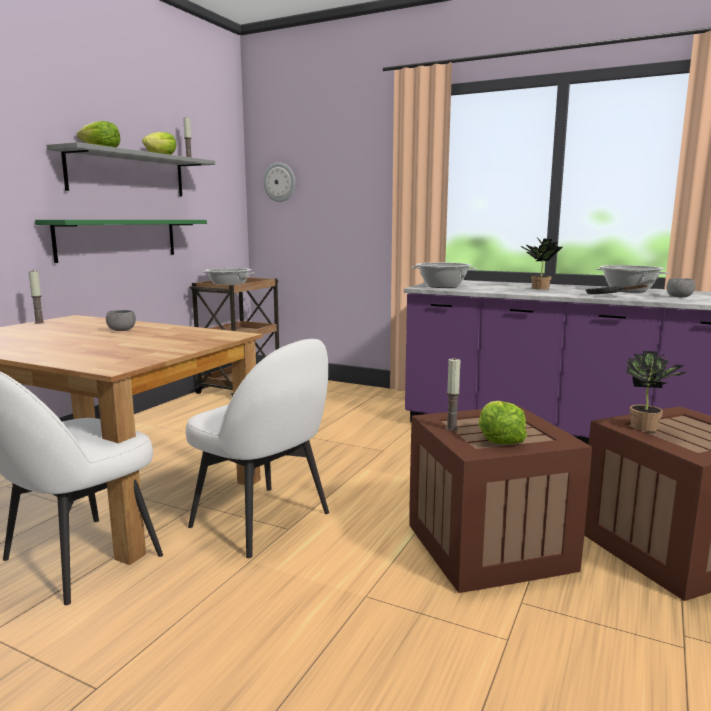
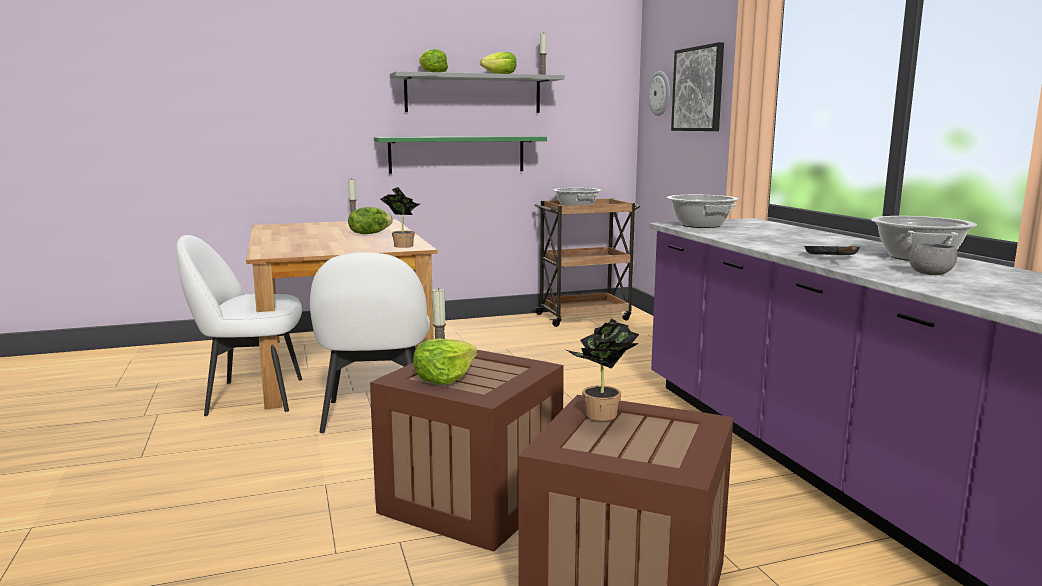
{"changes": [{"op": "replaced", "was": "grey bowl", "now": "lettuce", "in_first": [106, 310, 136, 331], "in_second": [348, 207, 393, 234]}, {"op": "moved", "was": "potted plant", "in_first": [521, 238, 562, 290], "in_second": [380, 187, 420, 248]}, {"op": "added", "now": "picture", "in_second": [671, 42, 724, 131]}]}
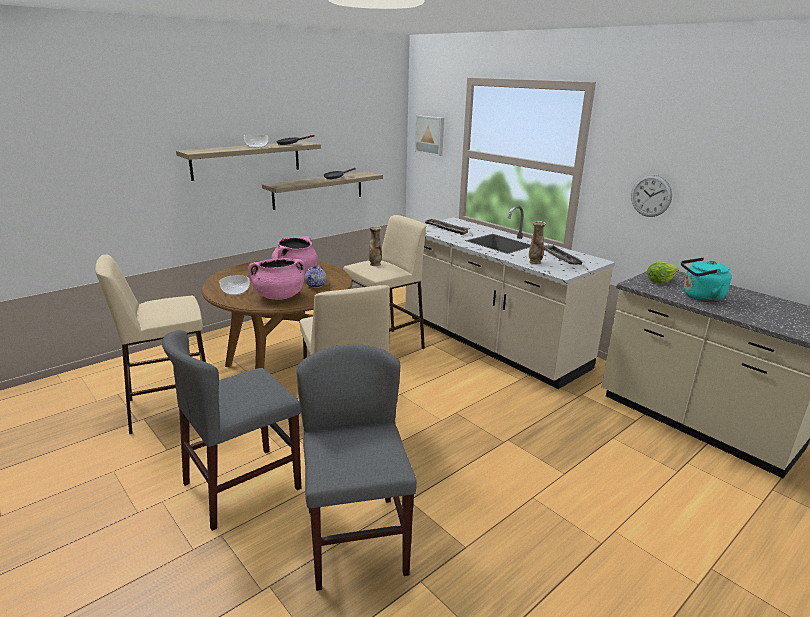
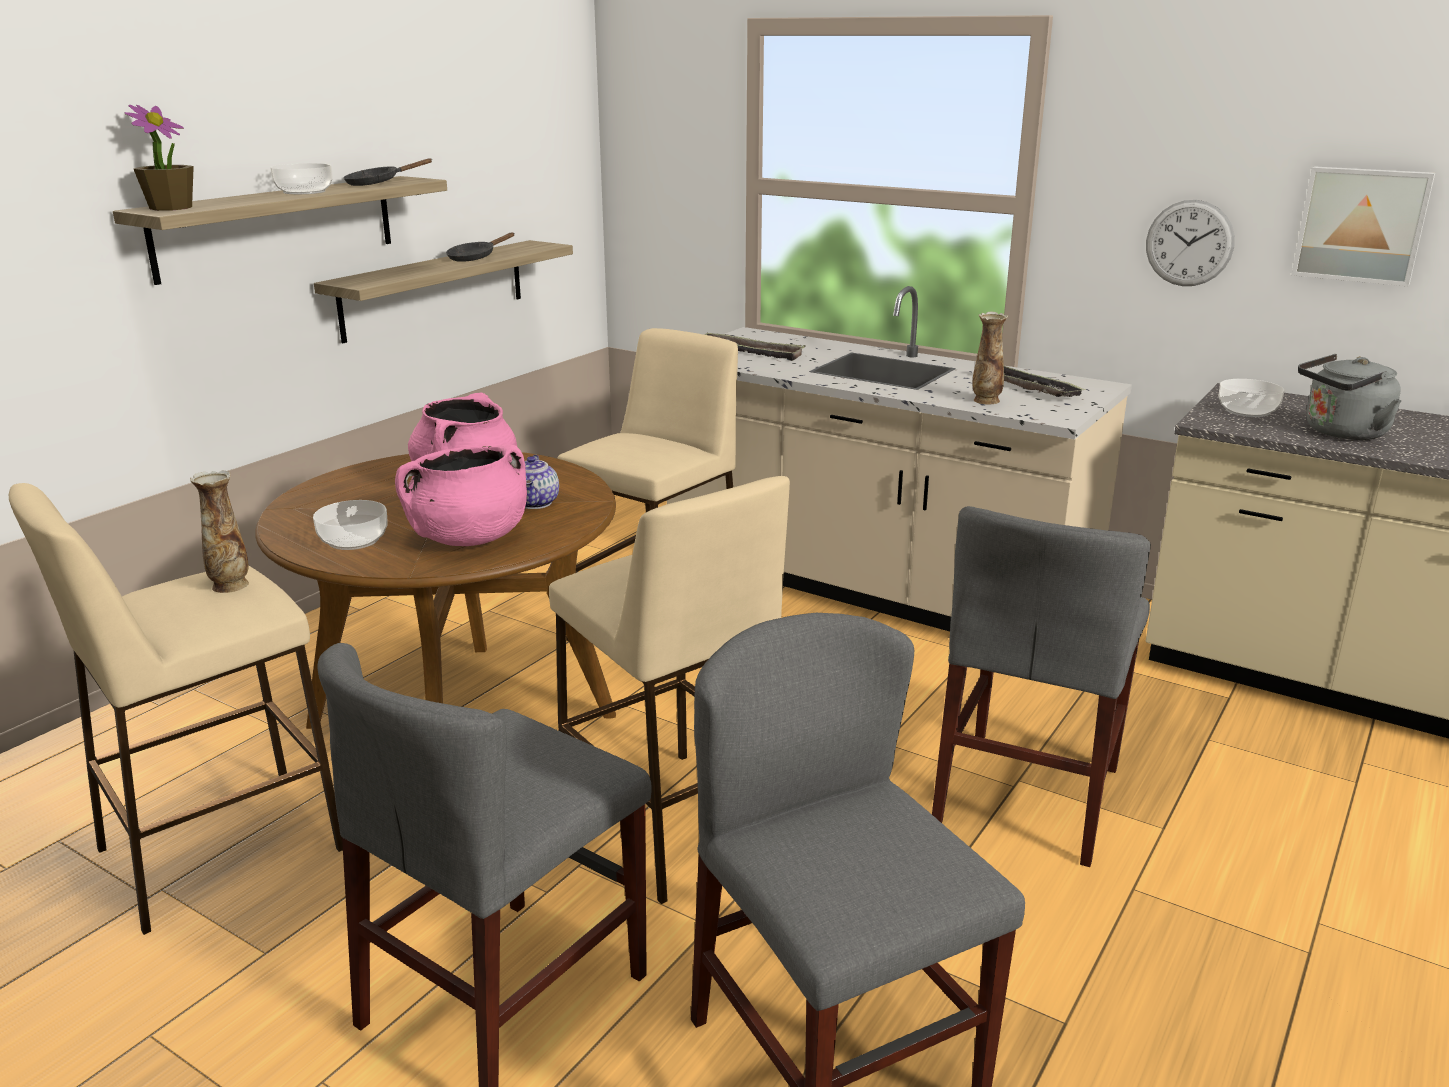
{"changes": [{"op": "moved", "was": "vase", "in_first": [369, 226, 382, 266], "in_second": [190, 471, 249, 593]}, {"op": "moved", "was": "picture", "in_first": [415, 115, 444, 156], "in_second": [1292, 166, 1435, 286]}, {"op": "replaced", "was": "lettuce", "now": "bowl", "in_first": [647, 262, 679, 284], "in_second": [1218, 379, 1284, 417]}, {"op": "recoloured", "was": "turquoise kettle", "now": "grey kettle", "in_first": [681, 257, 731, 302], "in_second": [1298, 354, 1402, 440]}, {"op": "added", "now": "potted plant", "in_second": [125, 105, 194, 211]}, {"op": "added", "now": "grey chair", "in_second": [932, 506, 1151, 867]}]}
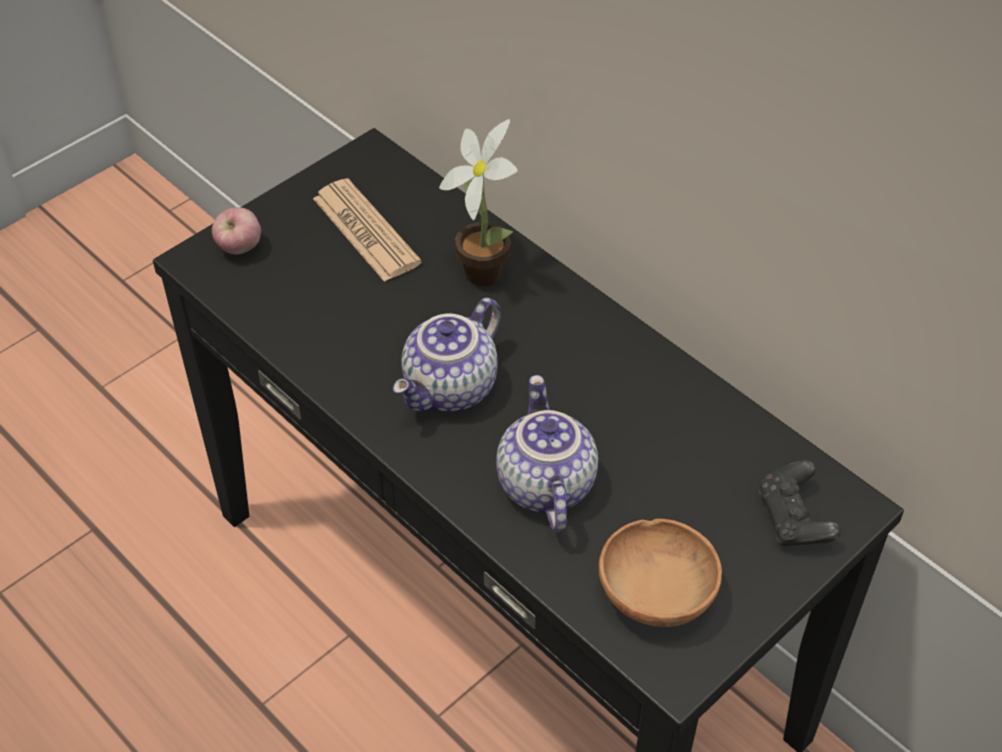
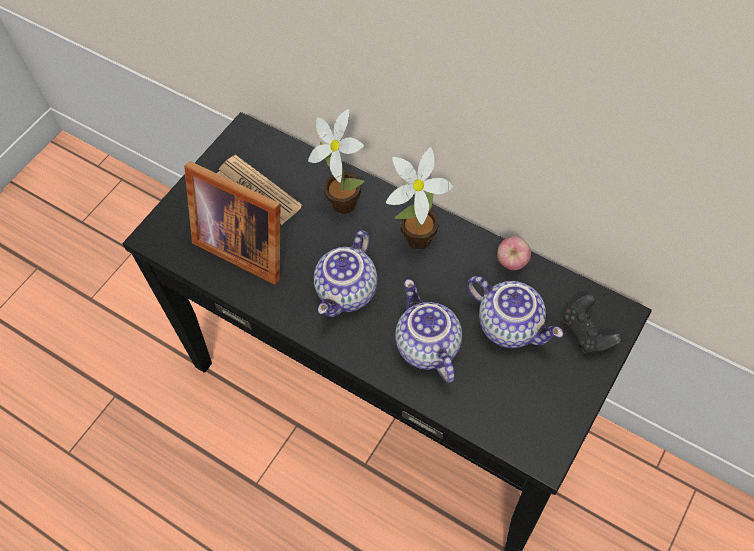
{"changes": [{"op": "moved", "was": "apple", "in_first": [212, 207, 261, 254], "in_second": [497, 236, 531, 270]}, {"op": "removed", "was": "brown bowl", "in_first": [599, 519, 722, 627]}, {"op": "added", "now": "picture frame", "in_second": [184, 161, 280, 285]}, {"op": "added", "now": "potted plant", "in_second": [386, 147, 453, 250]}, {"op": "added", "now": "teapot", "in_second": [467, 276, 563, 348]}]}
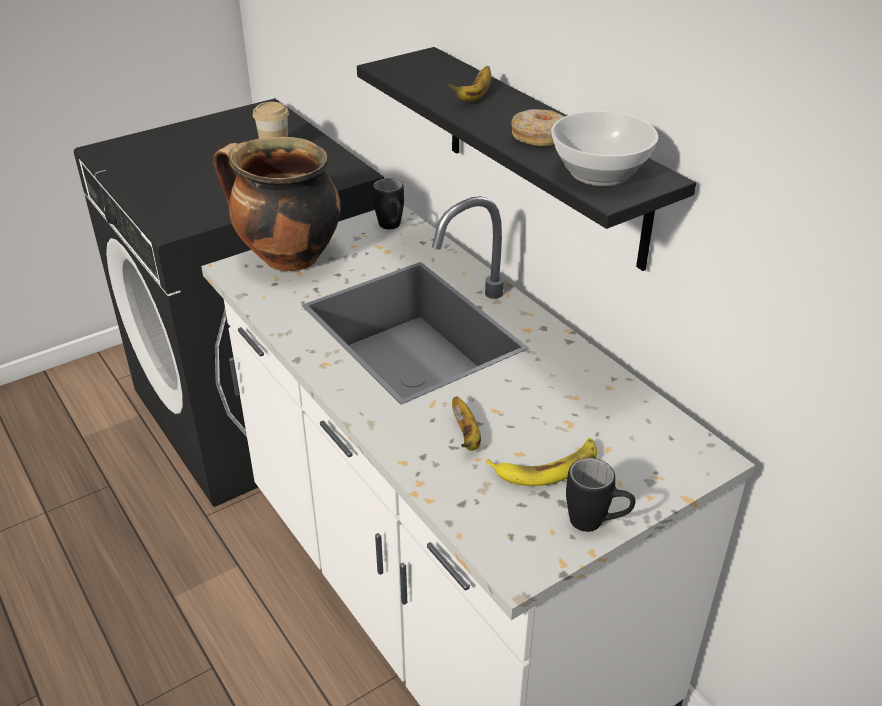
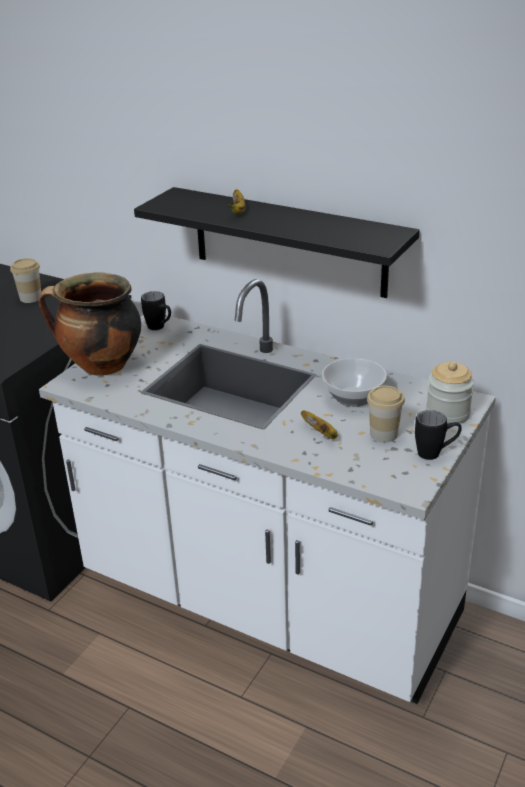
{"changes": [{"op": "replaced", "was": "banana", "now": "cup", "in_first": [486, 438, 597, 486], "in_second": [367, 386, 405, 442]}, {"op": "removed", "was": "donut", "in_first": [511, 109, 565, 146]}, {"op": "moved", "was": "bowl", "in_first": [551, 111, 659, 186], "in_second": [322, 358, 387, 407]}, {"op": "added", "now": "jar", "in_second": [426, 362, 474, 424]}]}
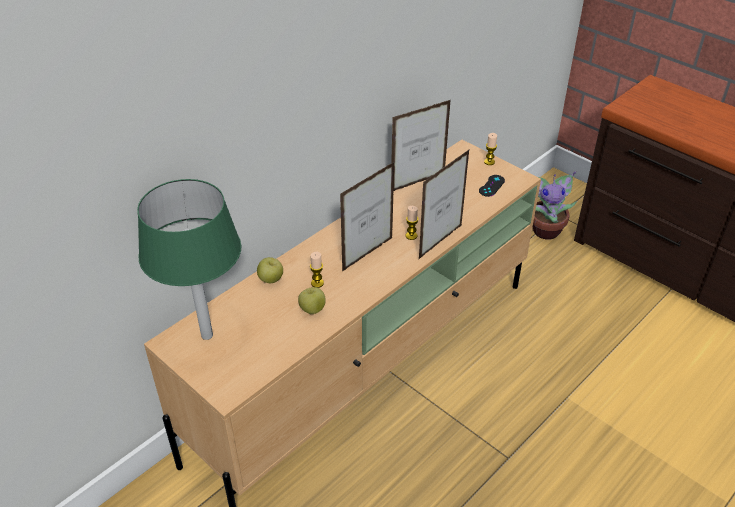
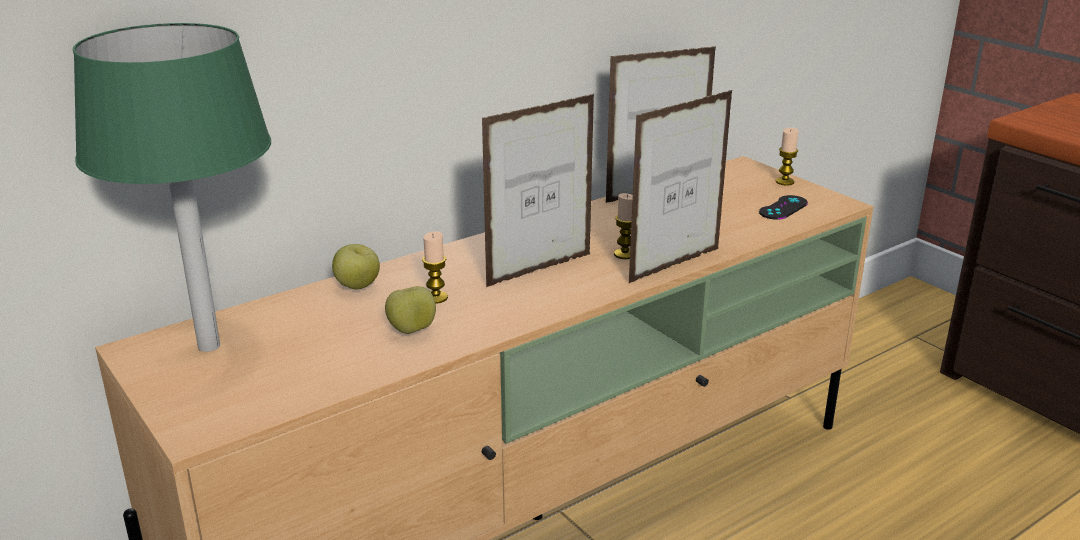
{"changes": [{"op": "removed", "was": "potted plant", "in_first": [533, 171, 577, 240]}]}
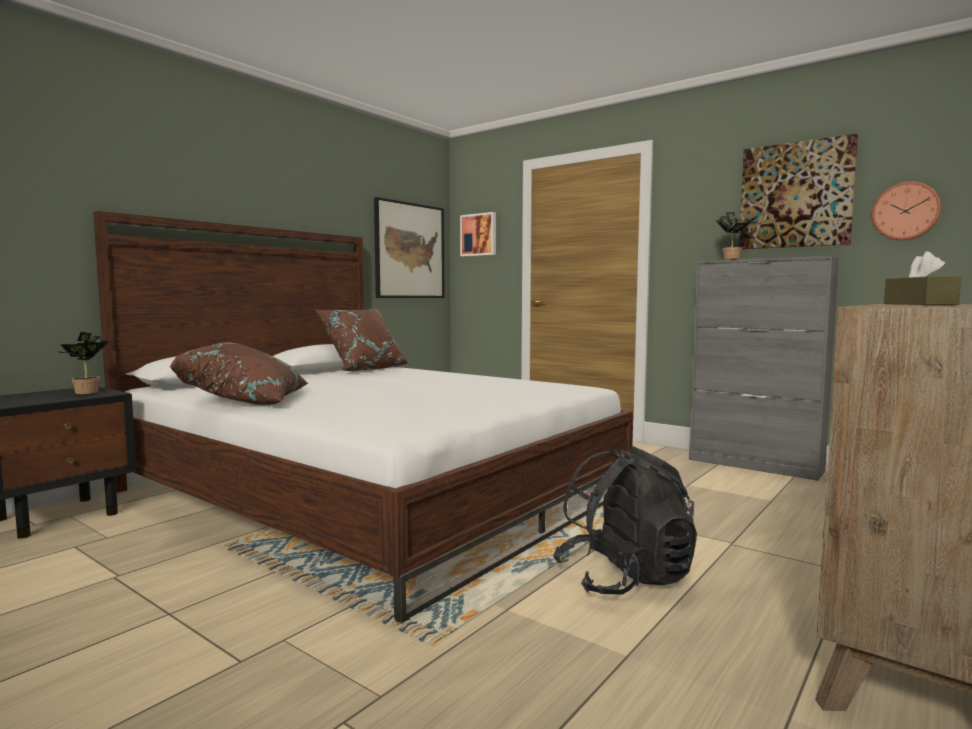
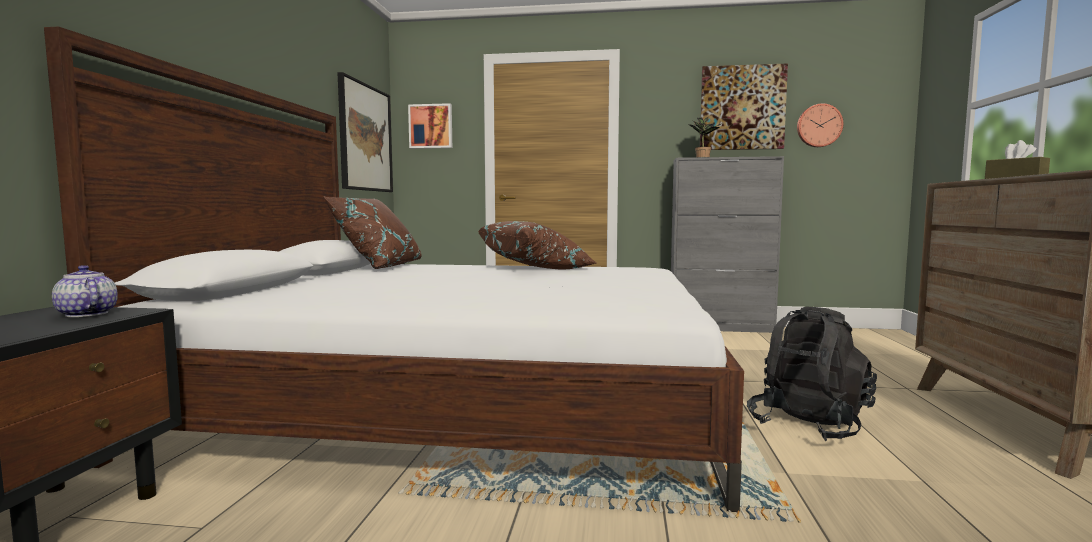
{"changes": [{"op": "replaced", "was": "potted plant", "now": "teapot", "in_first": [57, 332, 110, 394], "in_second": [52, 265, 118, 317]}, {"op": "moved", "was": "brown pillow", "in_first": [170, 342, 309, 405], "in_second": [478, 221, 596, 269]}]}
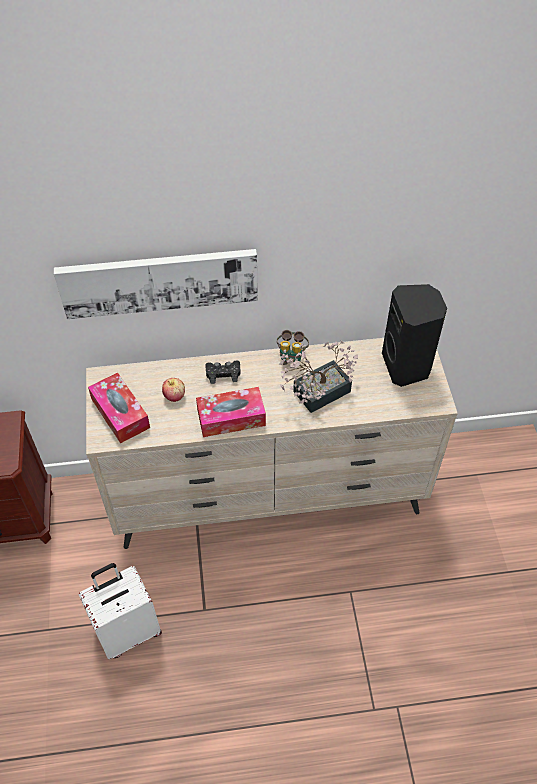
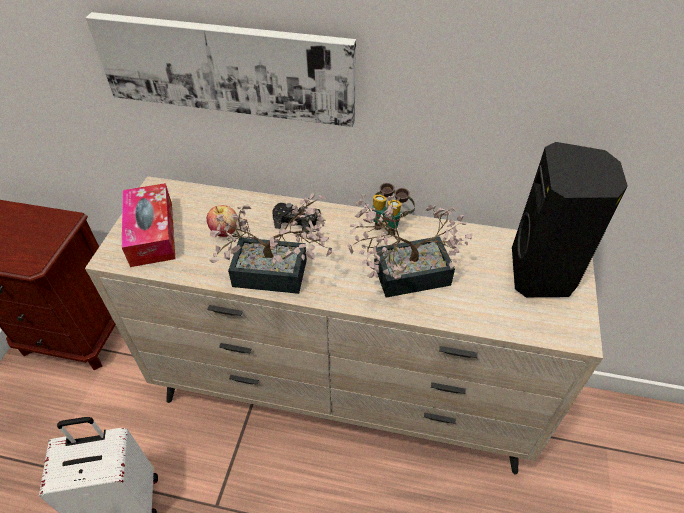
{"changes": [{"op": "replaced", "was": "tissue box", "now": "potted plant", "in_first": [196, 387, 266, 437], "in_second": [209, 192, 332, 294]}]}
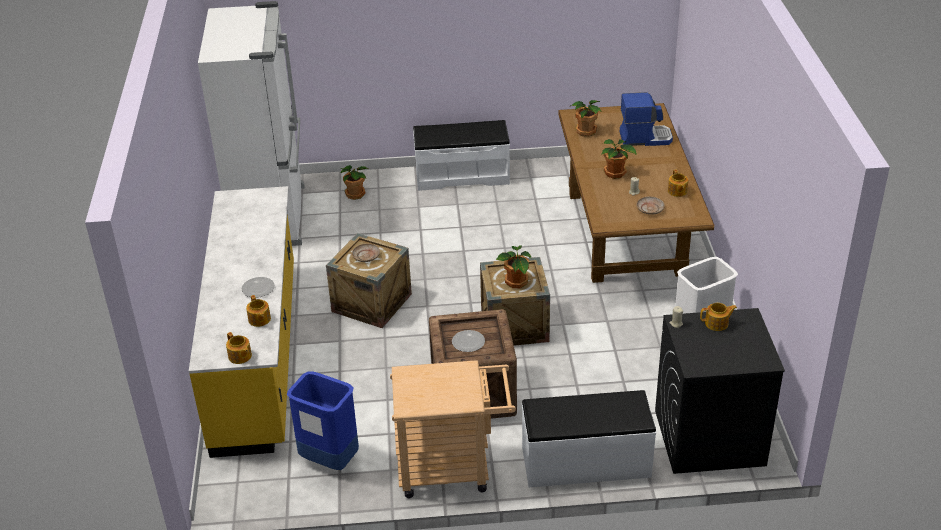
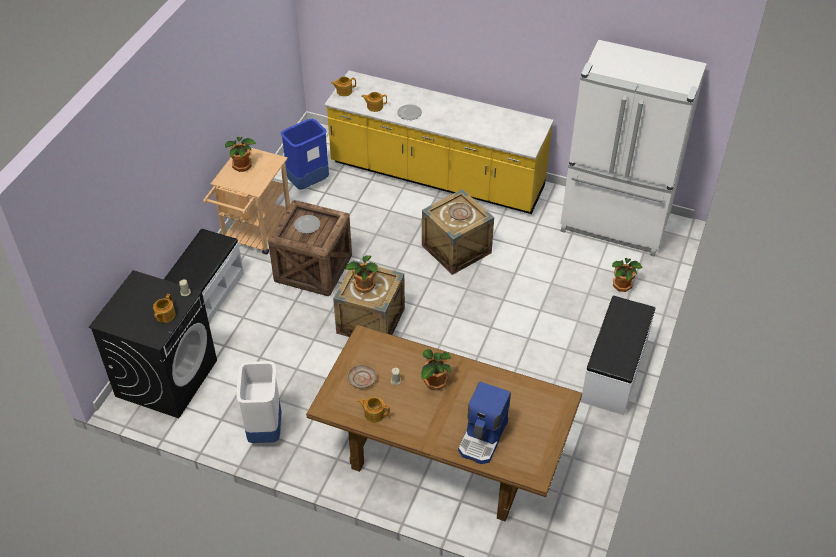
{"changes": [{"op": "moved", "was": "potted plant", "in_first": [570, 100, 602, 137], "in_second": [225, 137, 257, 172]}]}
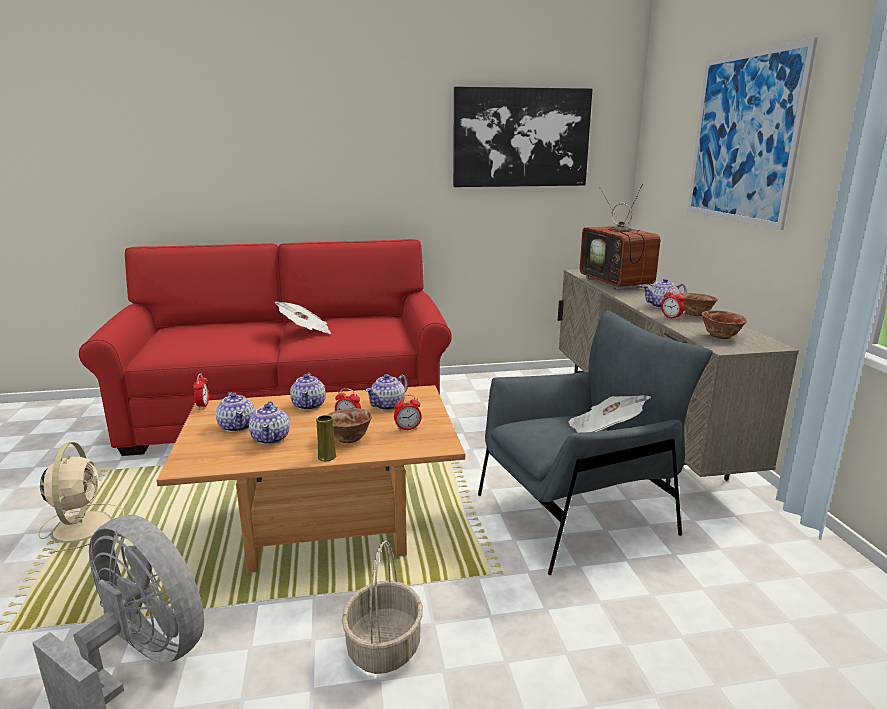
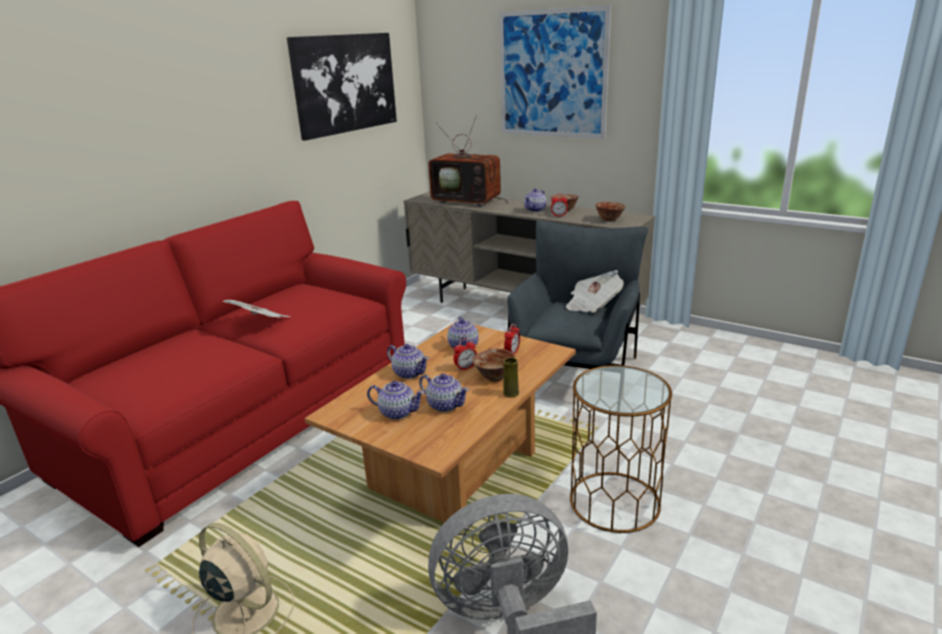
{"changes": [{"op": "removed", "was": "alarm clock", "in_first": [193, 373, 209, 409]}, {"op": "replaced", "was": "basket", "now": "brown side table", "in_first": [342, 541, 423, 674], "in_second": [570, 365, 672, 533]}]}
